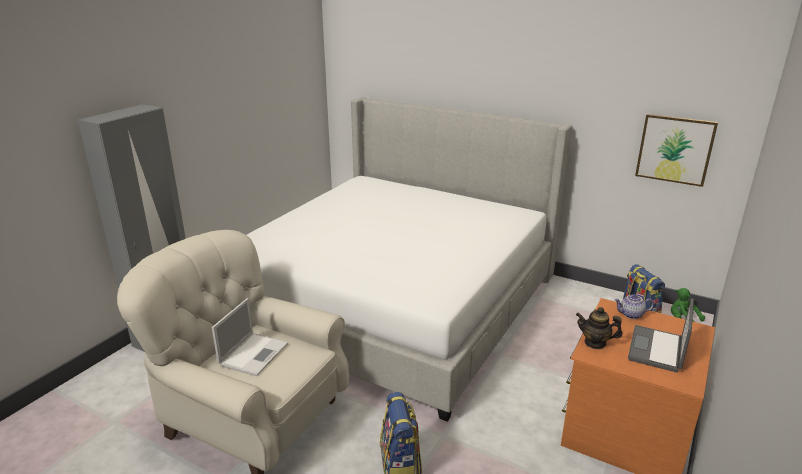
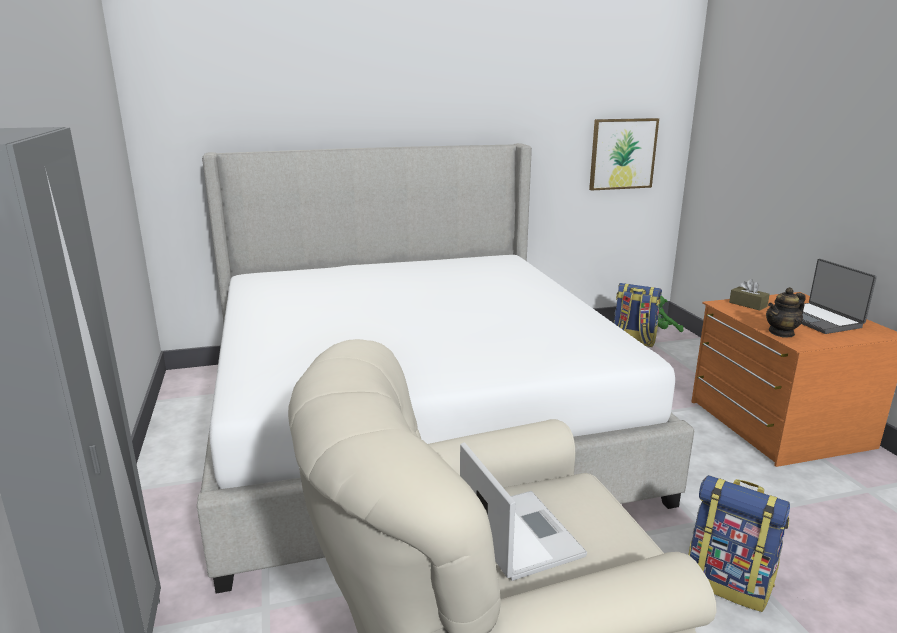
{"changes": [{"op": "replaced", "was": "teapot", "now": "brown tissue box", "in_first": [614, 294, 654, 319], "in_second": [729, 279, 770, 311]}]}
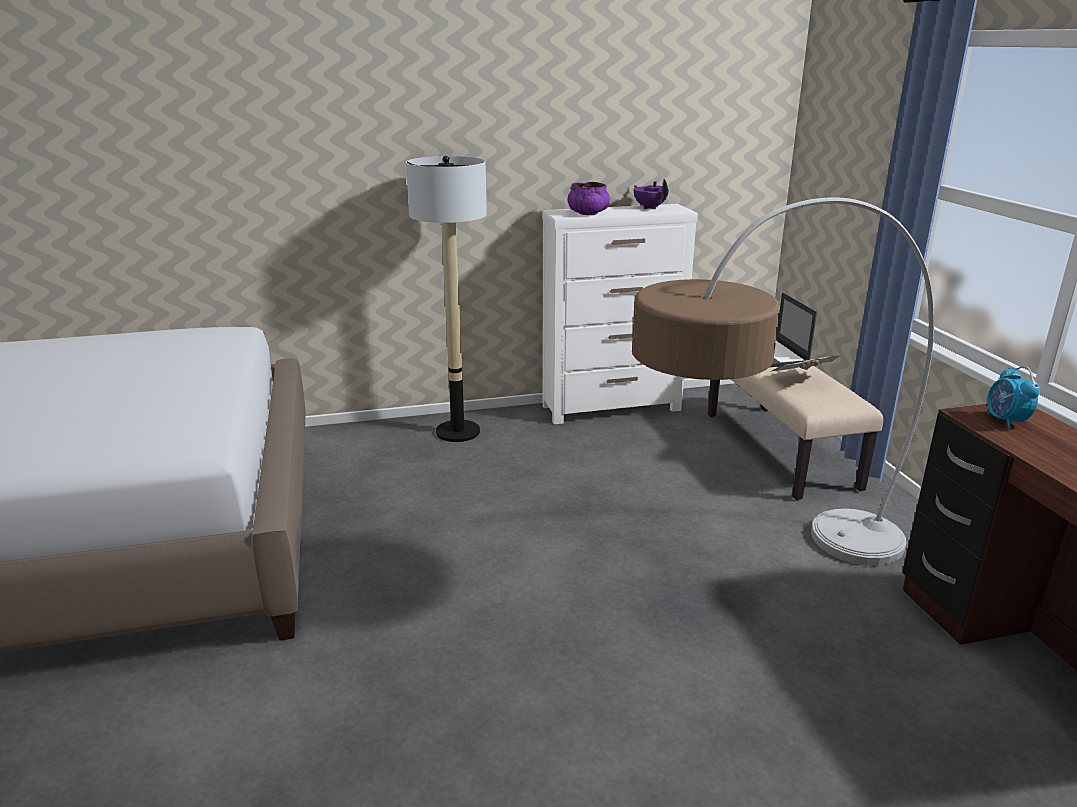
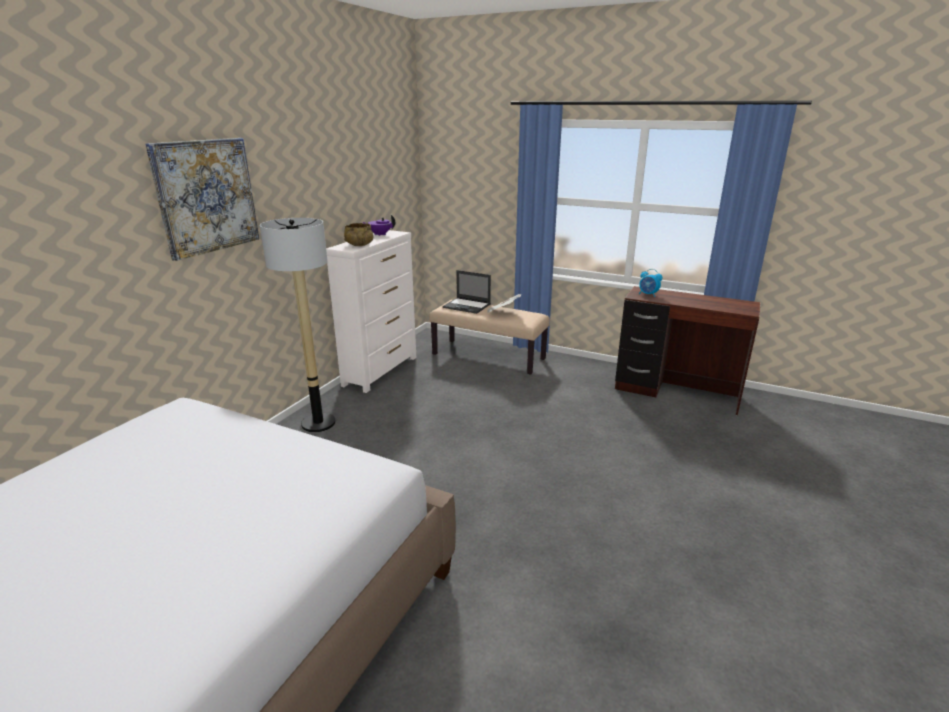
{"changes": [{"op": "recoloured", "was": "purple bowl", "now": "beige bowl", "in_first": [567, 182, 610, 215], "in_second": [344, 223, 373, 246]}, {"op": "removed", "was": "floor lamp", "in_first": [632, 197, 934, 566]}, {"op": "added", "now": "picture", "in_second": [145, 138, 259, 261]}]}
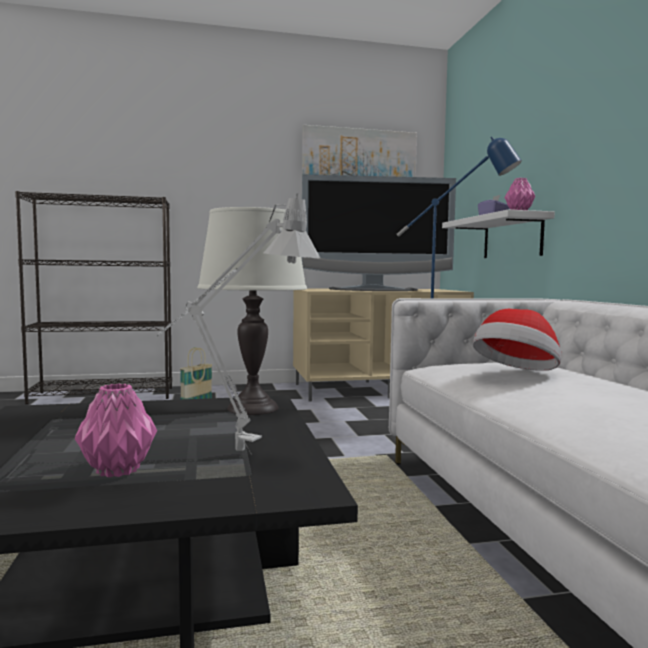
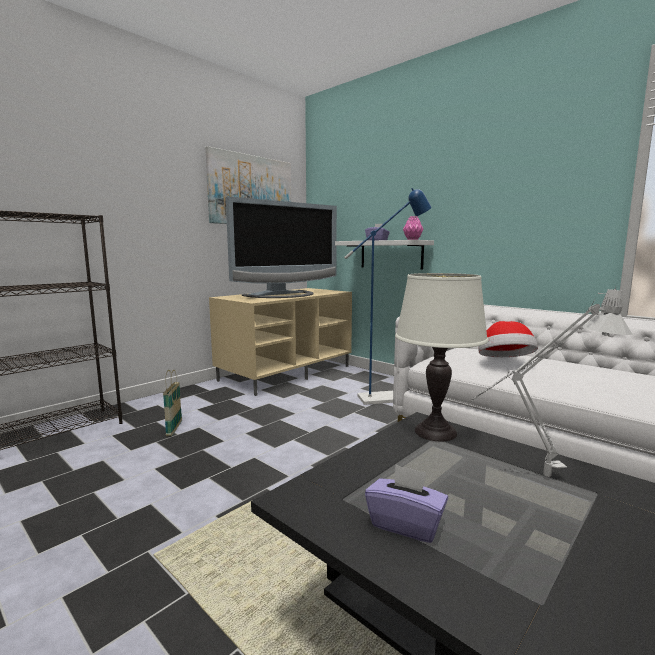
{"changes": [{"op": "removed", "was": "pink vase", "in_first": [75, 384, 157, 478]}, {"op": "added", "now": "purple tissue box", "in_second": [365, 464, 448, 543]}]}
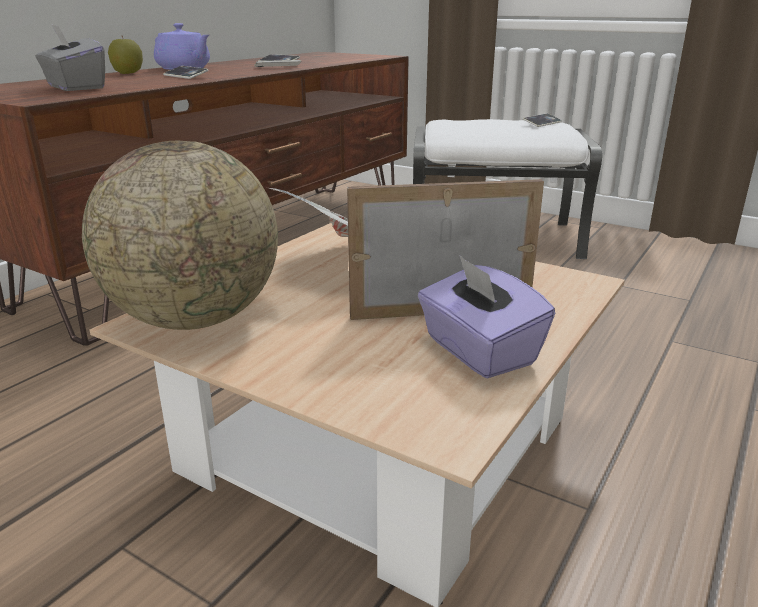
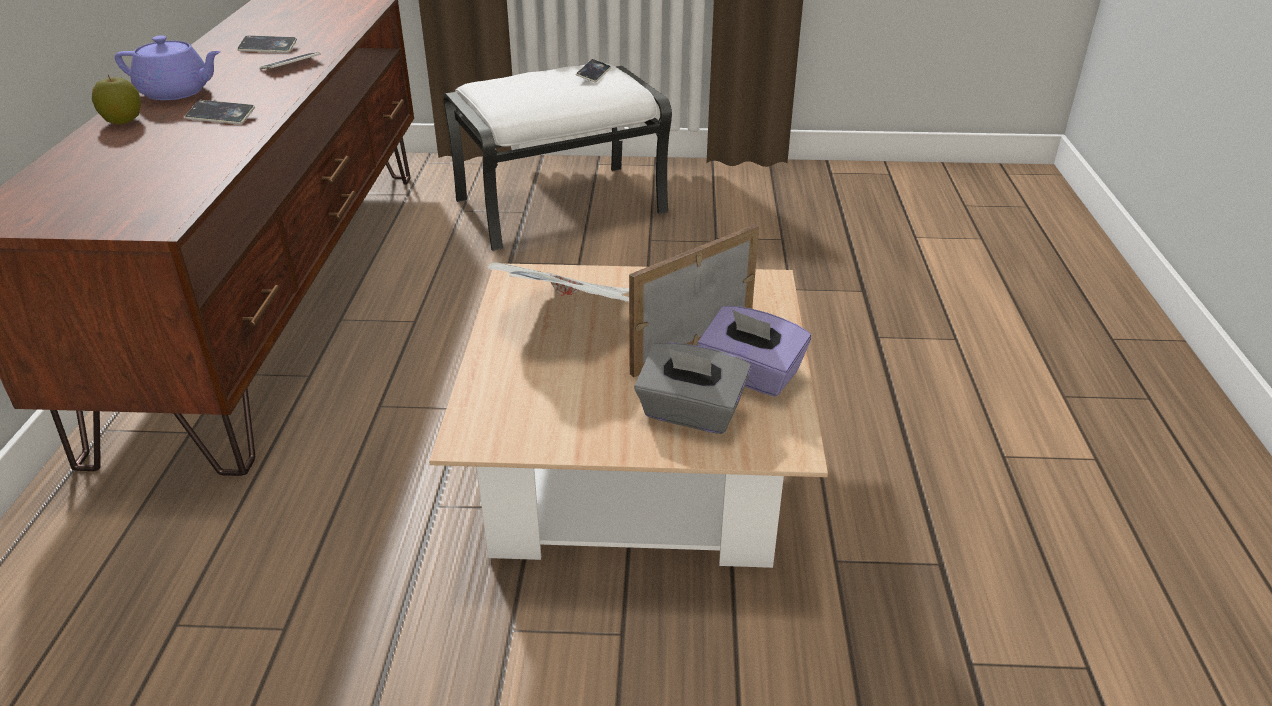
{"changes": [{"op": "moved", "was": "grey tissue box", "in_first": [35, 24, 105, 91], "in_second": [634, 342, 751, 434]}, {"op": "removed", "was": "globe", "in_first": [82, 141, 278, 330]}]}
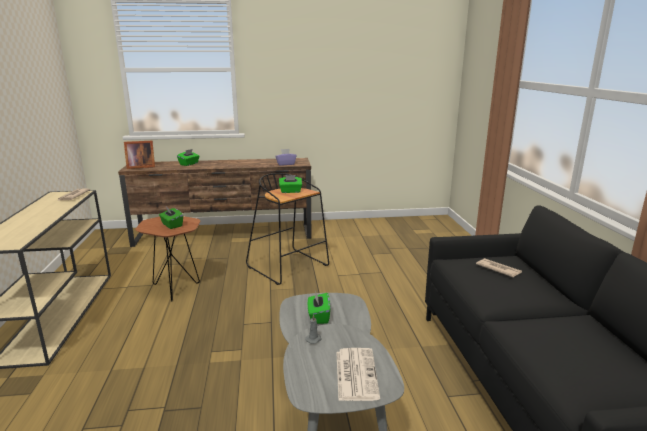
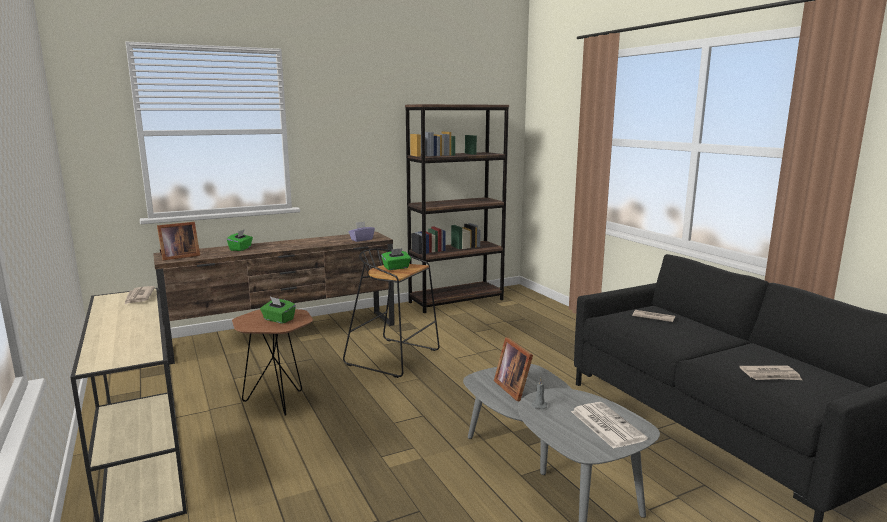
{"changes": [{"op": "replaced", "was": "green tissue box", "now": "picture frame", "in_first": [308, 290, 330, 324], "in_second": [494, 337, 533, 401]}, {"op": "added", "now": "brown bookcase", "in_second": [405, 104, 509, 313]}, {"op": "added", "now": "newspaper", "in_second": [739, 365, 802, 380]}]}
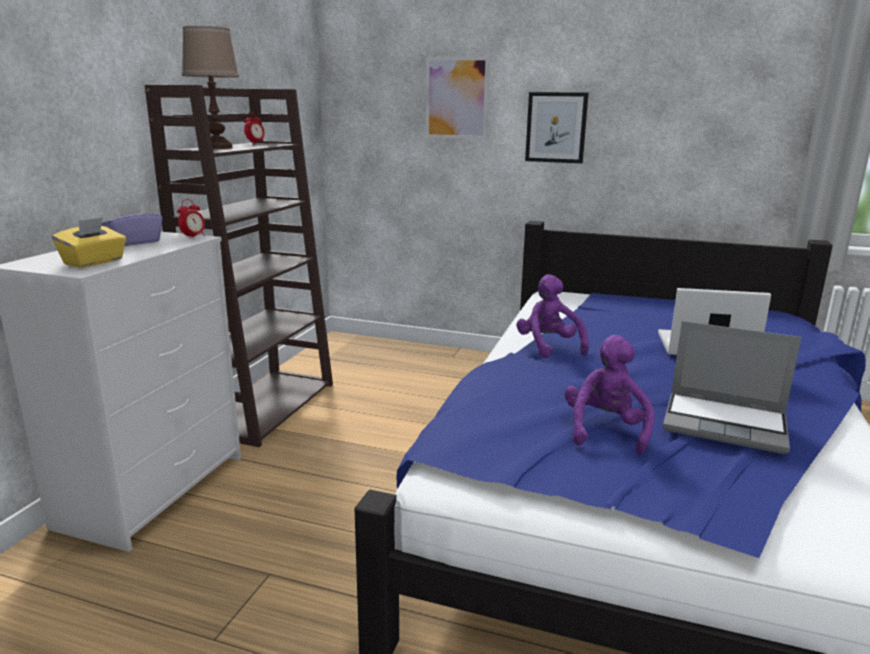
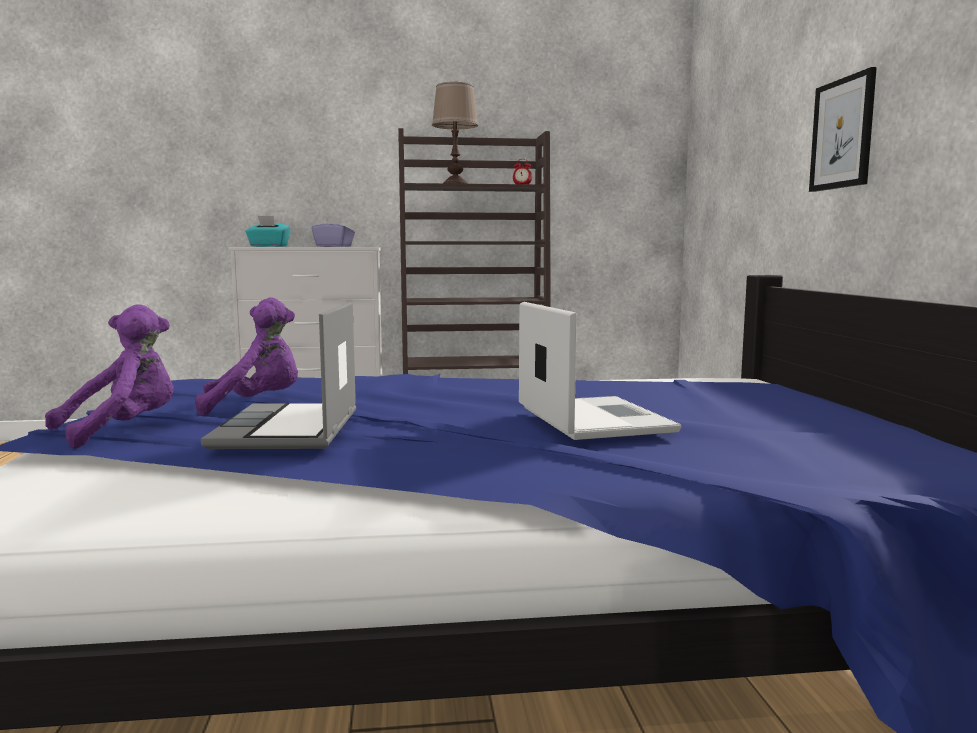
{"changes": [{"op": "recoloured", "was": "yellow tissue box", "now": "turquoise tissue box", "in_first": [52, 217, 126, 268], "in_second": [245, 216, 291, 247]}, {"op": "removed", "was": "alarm clock", "in_first": [177, 199, 205, 239]}, {"op": "removed", "was": "picture", "in_first": [425, 56, 490, 140]}, {"op": "moved", "was": "purple plush toy", "in_first": [516, 274, 589, 358], "in_second": [45, 304, 174, 449]}]}
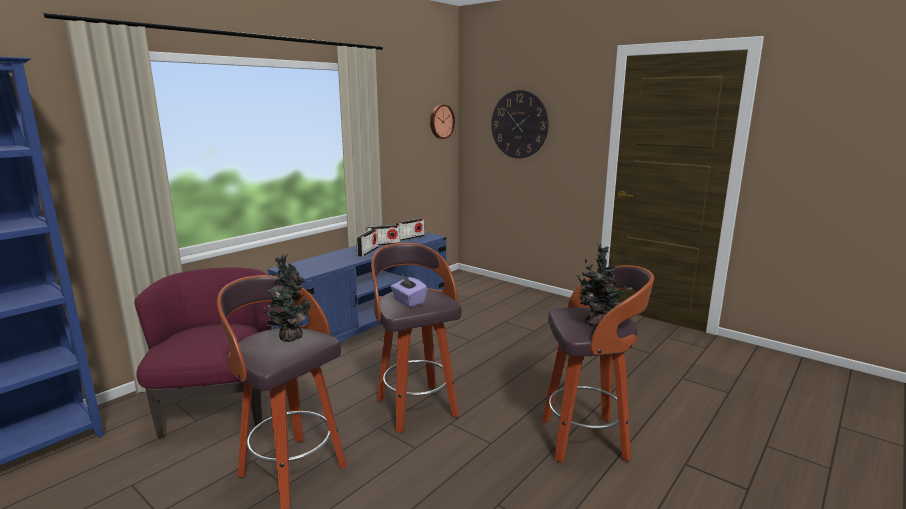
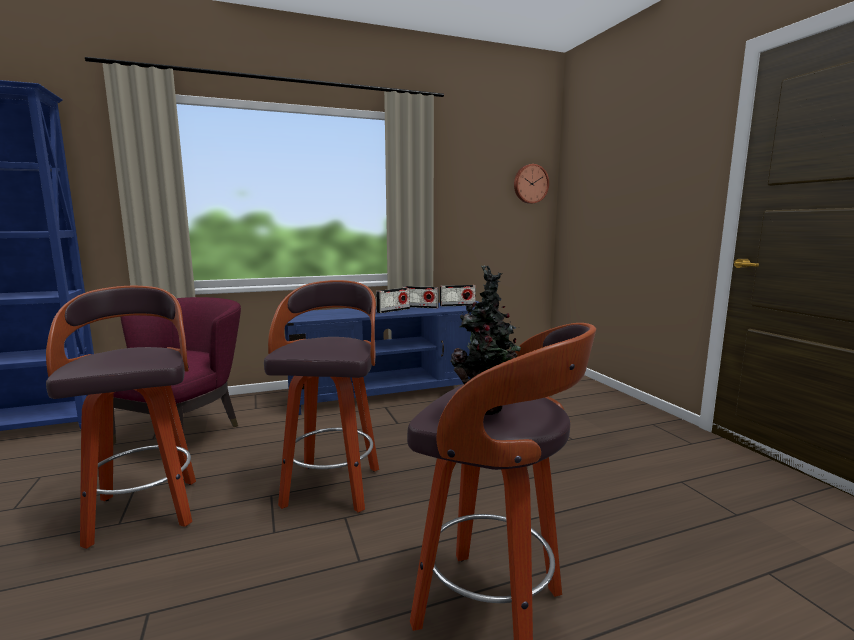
{"changes": [{"op": "removed", "was": "potted plant", "in_first": [263, 255, 311, 342]}, {"op": "removed", "was": "purple tissue box", "in_first": [391, 275, 427, 307]}, {"op": "removed", "was": "wall clock", "in_first": [491, 90, 549, 158]}]}
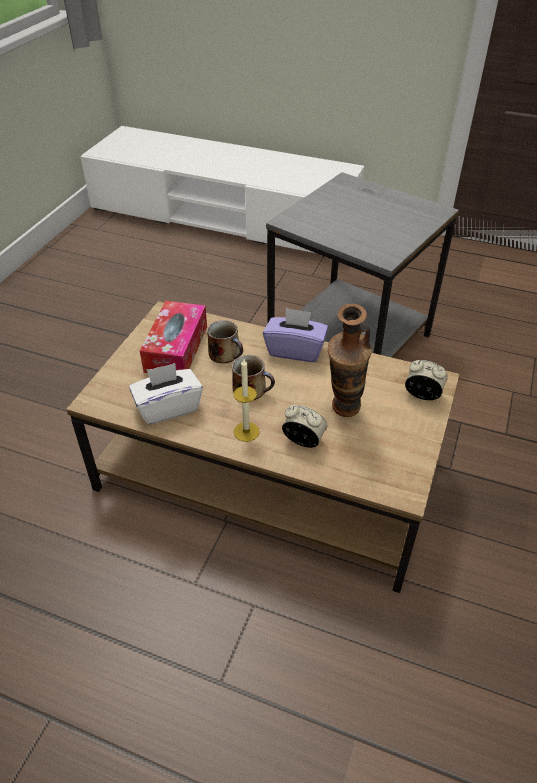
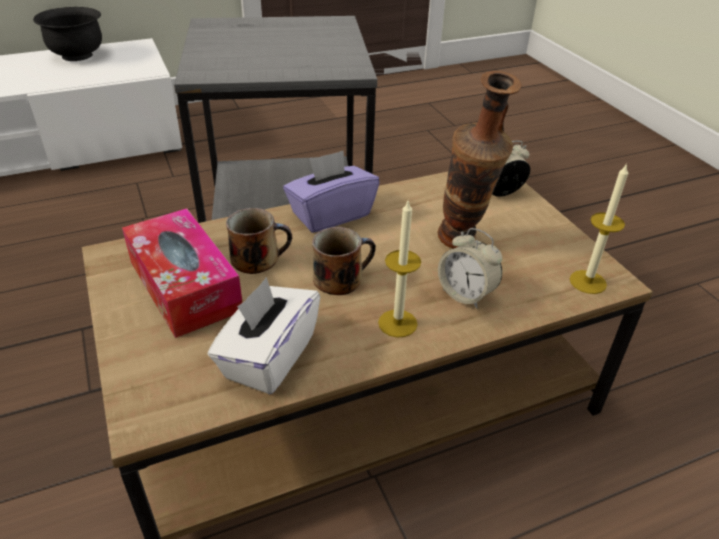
{"changes": [{"op": "turned", "was": "alarm clock", "in_first": [282, 405, 327, 448], "in_second": [438, 228, 502, 309], "clockwise": -120}, {"op": "added", "now": "black bowl", "in_second": [33, 7, 102, 61]}, {"op": "added", "now": "candle", "in_second": [570, 164, 628, 294]}]}
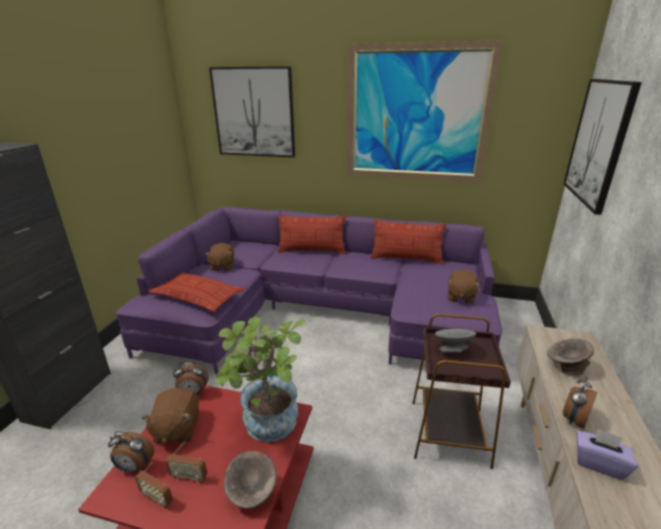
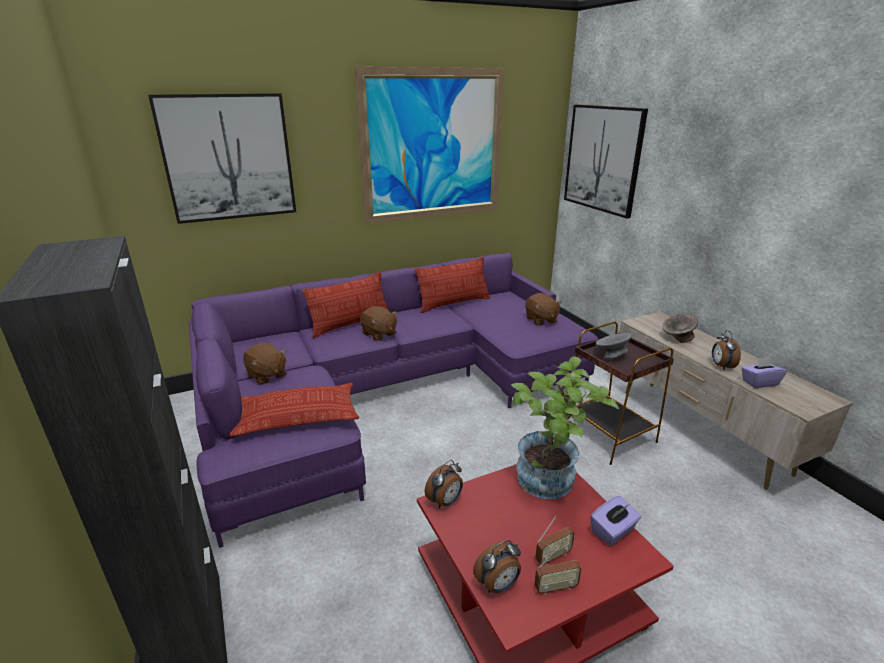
{"changes": [{"op": "moved", "was": "brown plush toy", "in_first": [141, 388, 199, 444], "in_second": [360, 306, 397, 341]}, {"op": "replaced", "was": "grey bowl", "now": "purple tissue box", "in_first": [224, 451, 277, 509], "in_second": [590, 496, 641, 546]}]}
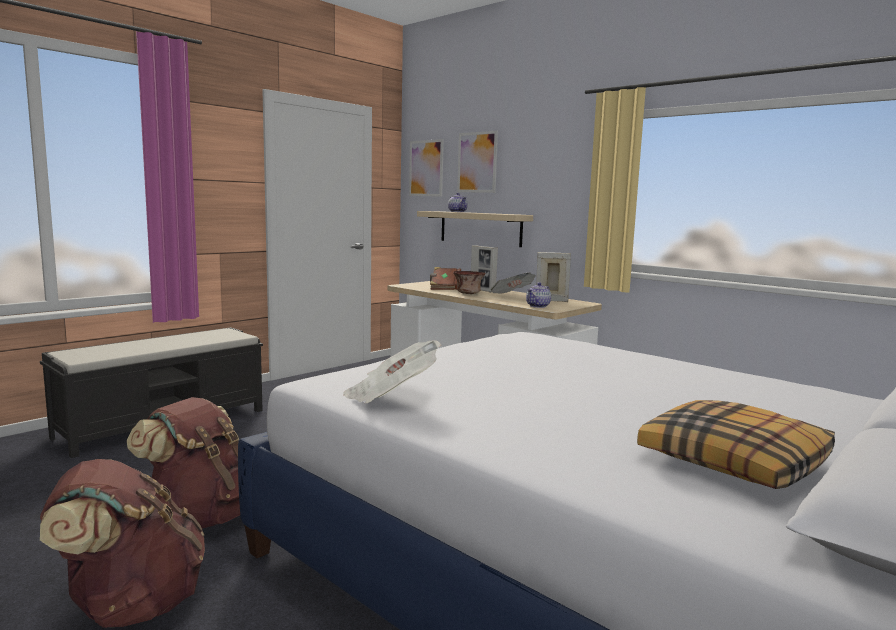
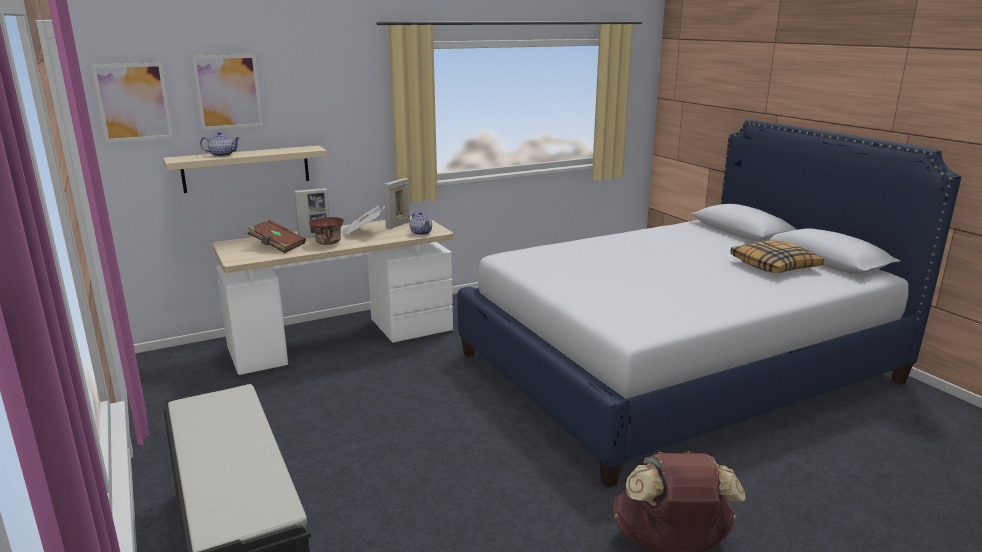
{"changes": [{"op": "removed", "was": "brown backpack", "in_first": [127, 397, 240, 529]}, {"op": "removed", "was": "newspaper", "in_first": [343, 340, 441, 403]}]}
